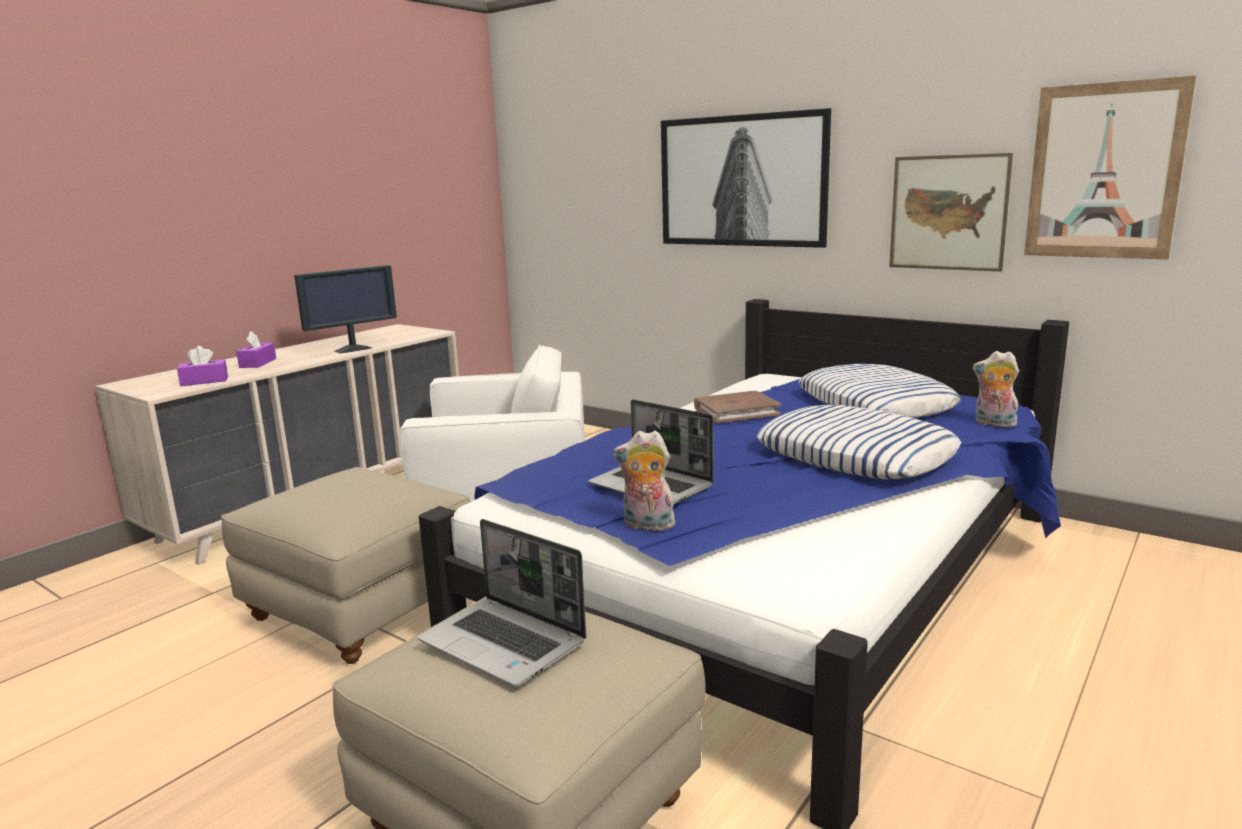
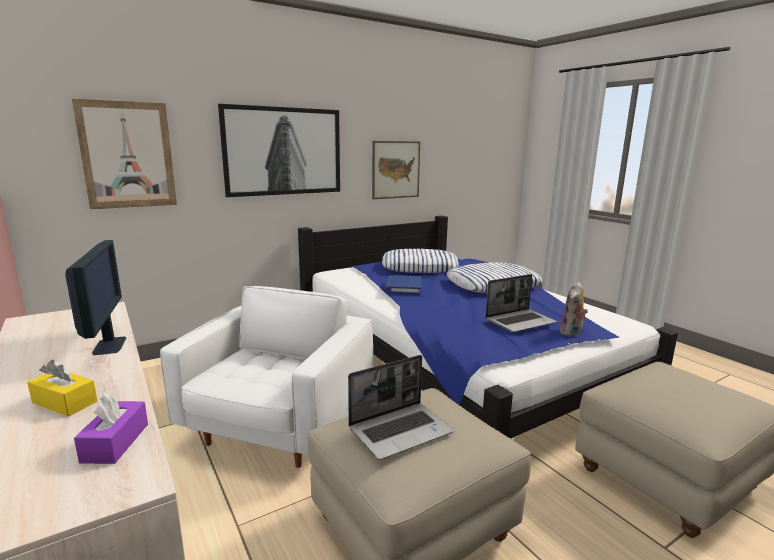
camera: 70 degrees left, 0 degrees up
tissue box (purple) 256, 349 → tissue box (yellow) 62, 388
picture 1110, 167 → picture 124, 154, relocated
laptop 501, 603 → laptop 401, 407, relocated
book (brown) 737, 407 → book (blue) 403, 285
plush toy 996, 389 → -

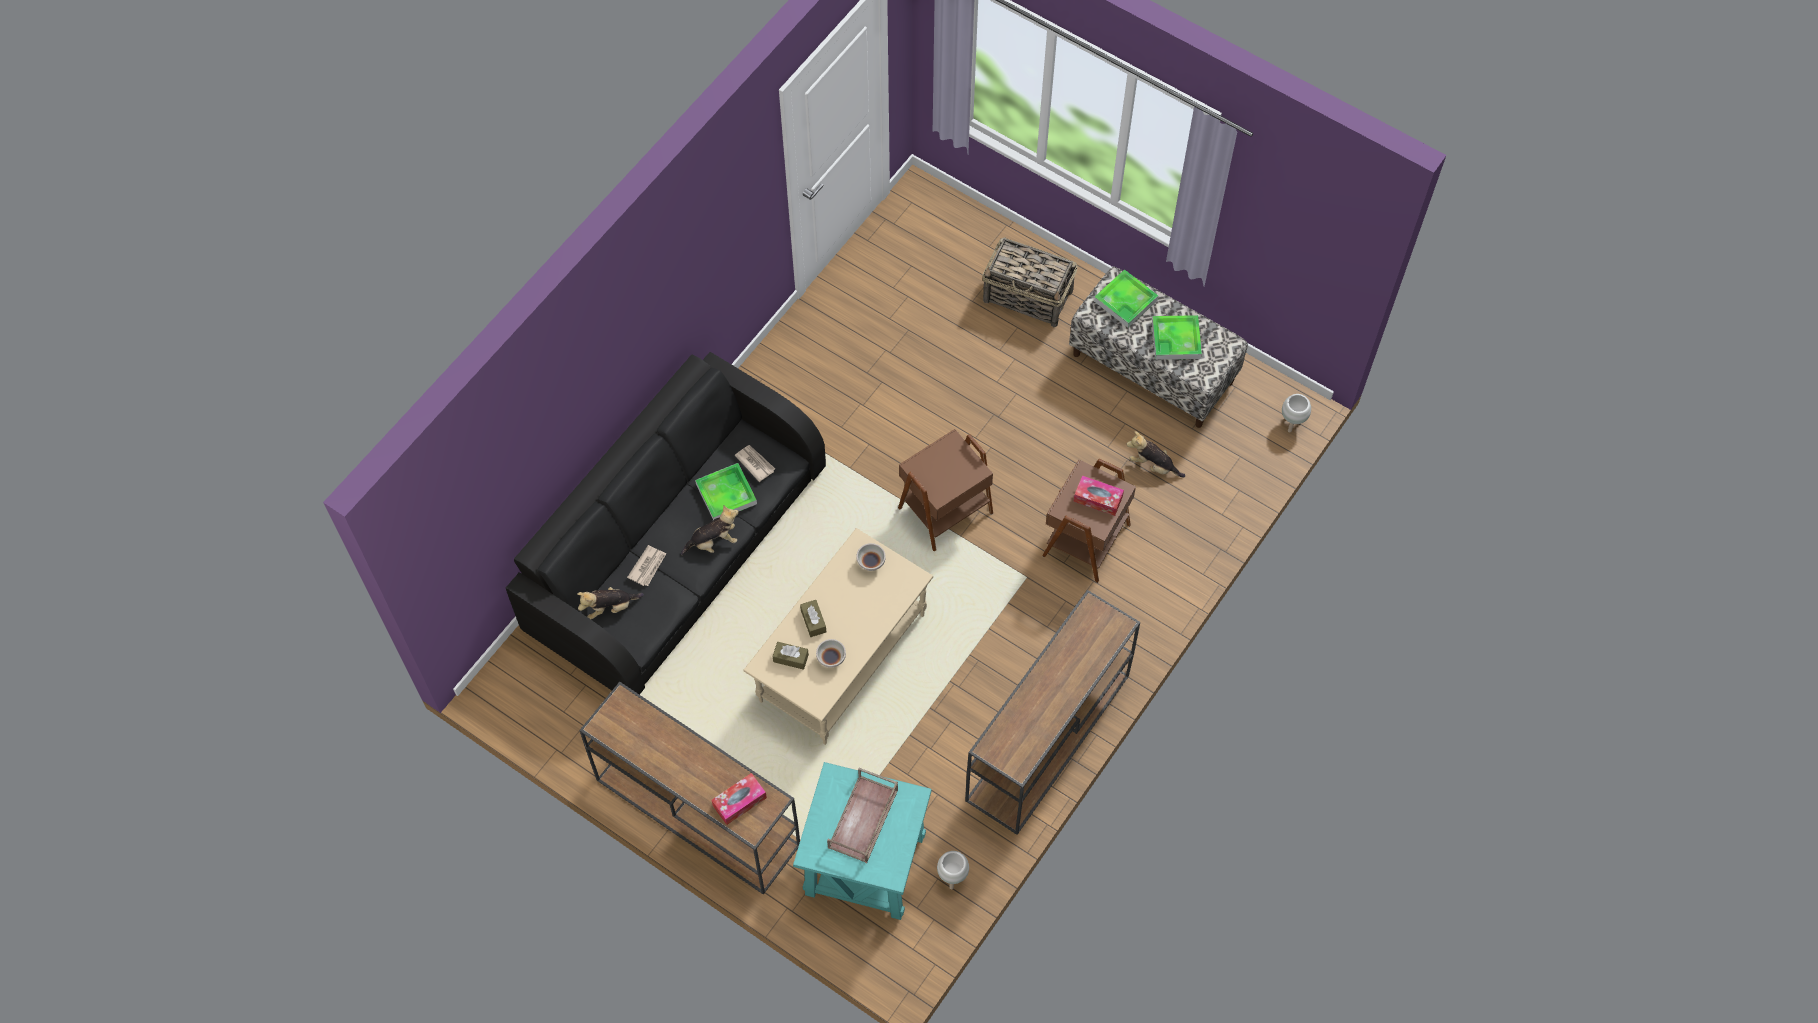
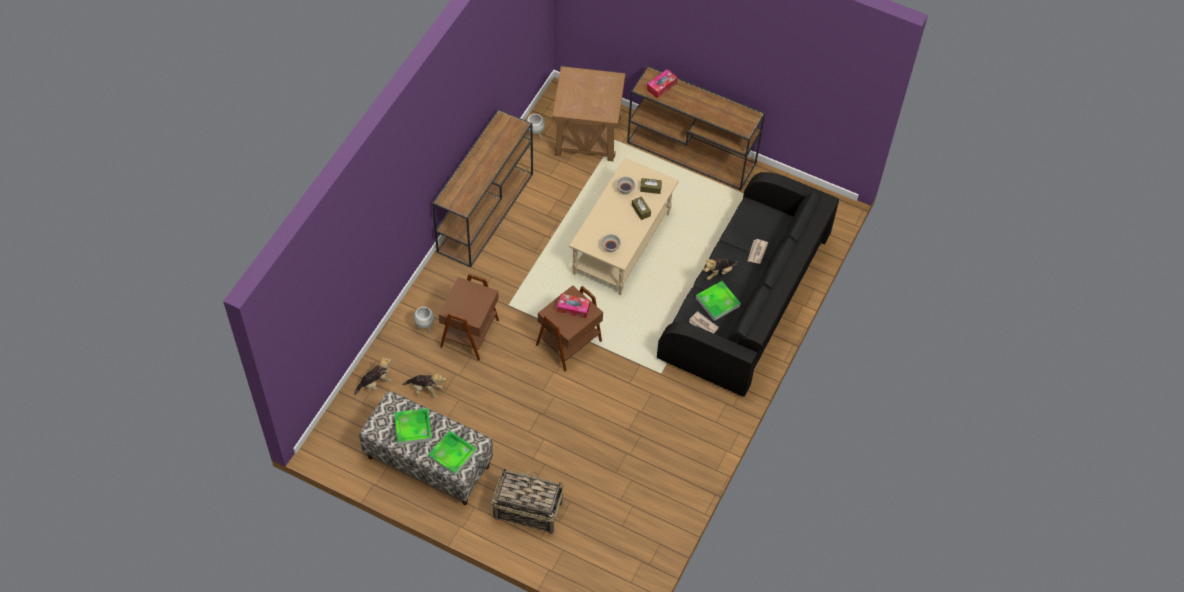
camera: 170 degrees right, 5 degrees down
plush toy 610, 603 → plush toy 373, 375, relocated
planter (white) 1296, 413 → planter (white) 424, 320, relocated
side table (turquoise) 862, 841 → side table (brown) 588, 113
tissue box 1098, 495 → tissue box 573, 306, relocated
tray (brown) 862, 815 → -

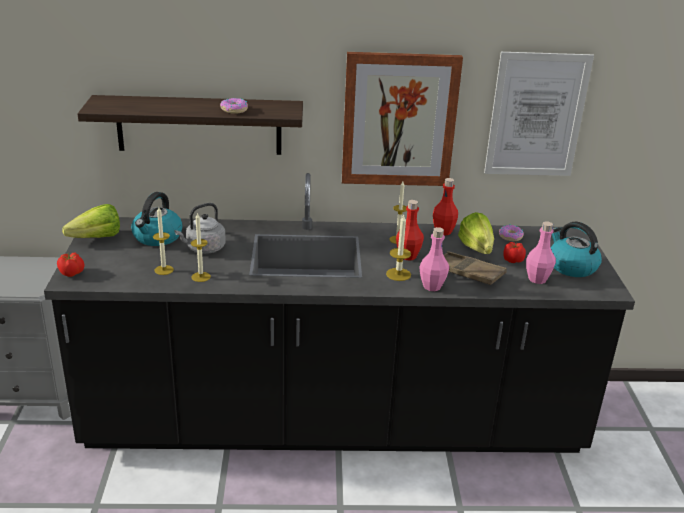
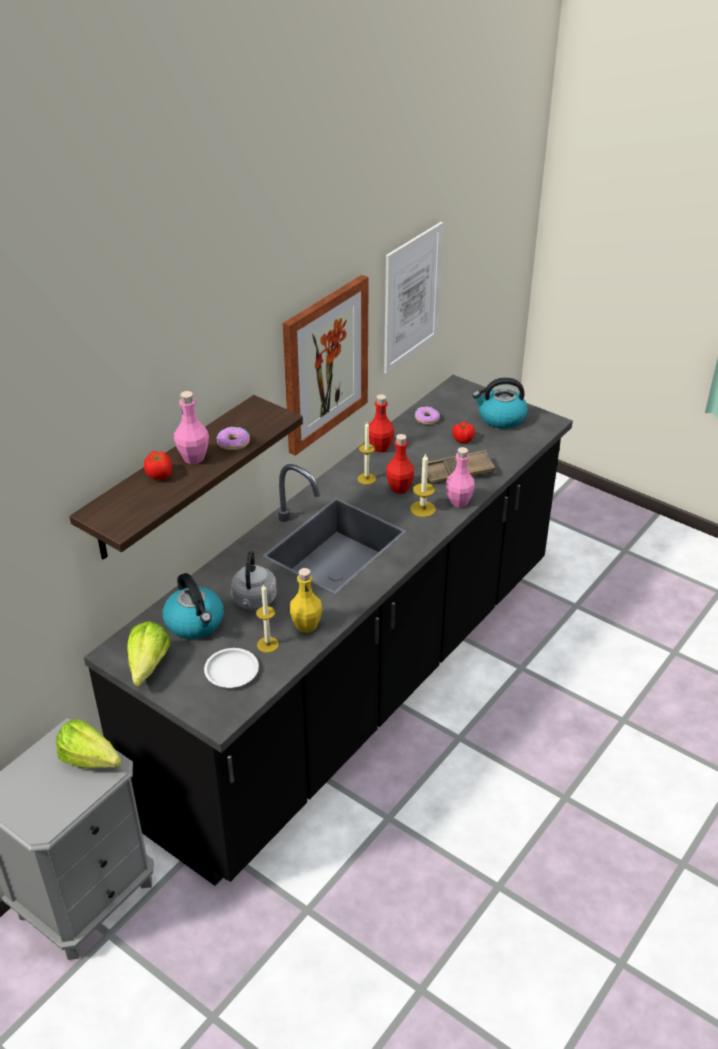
camera: 50 degrees left, 10 degrees up
lettuce 476, 233 → lettuce 88, 743, relocated
tomato 70, 264 → tomato 158, 465, relocated
bottle (pink) 541, 252 → bottle (pink) 191, 427, relocated
- → plate (white) 231, 668
candle 201, 247 → bottle (yellow) 306, 600

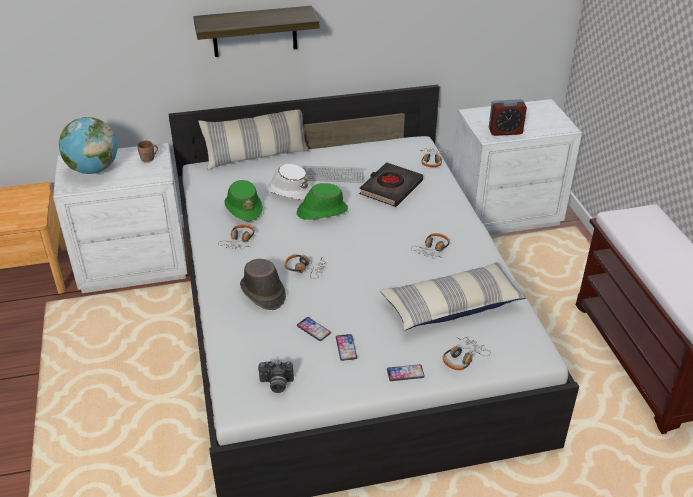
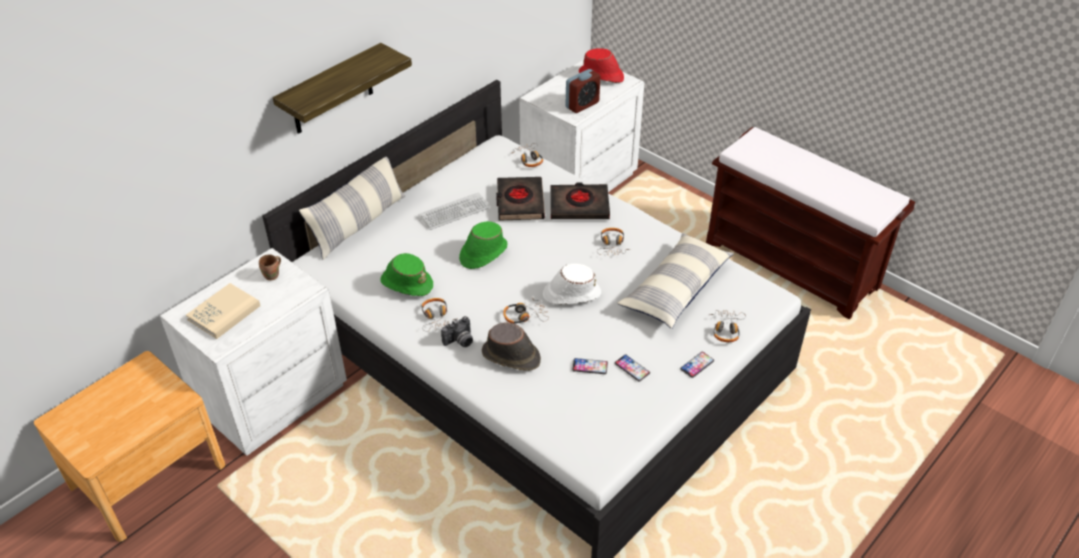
camera: 35 degrees left, 5 degrees up
globe 88, 145 → book (beige) 223, 311
photo camera 276, 376 → photo camera 457, 331, relocated
hat (white) 289, 182 → hat (white) 572, 284, relocated
- → book (black) 580, 200
- → hat (red) 601, 65

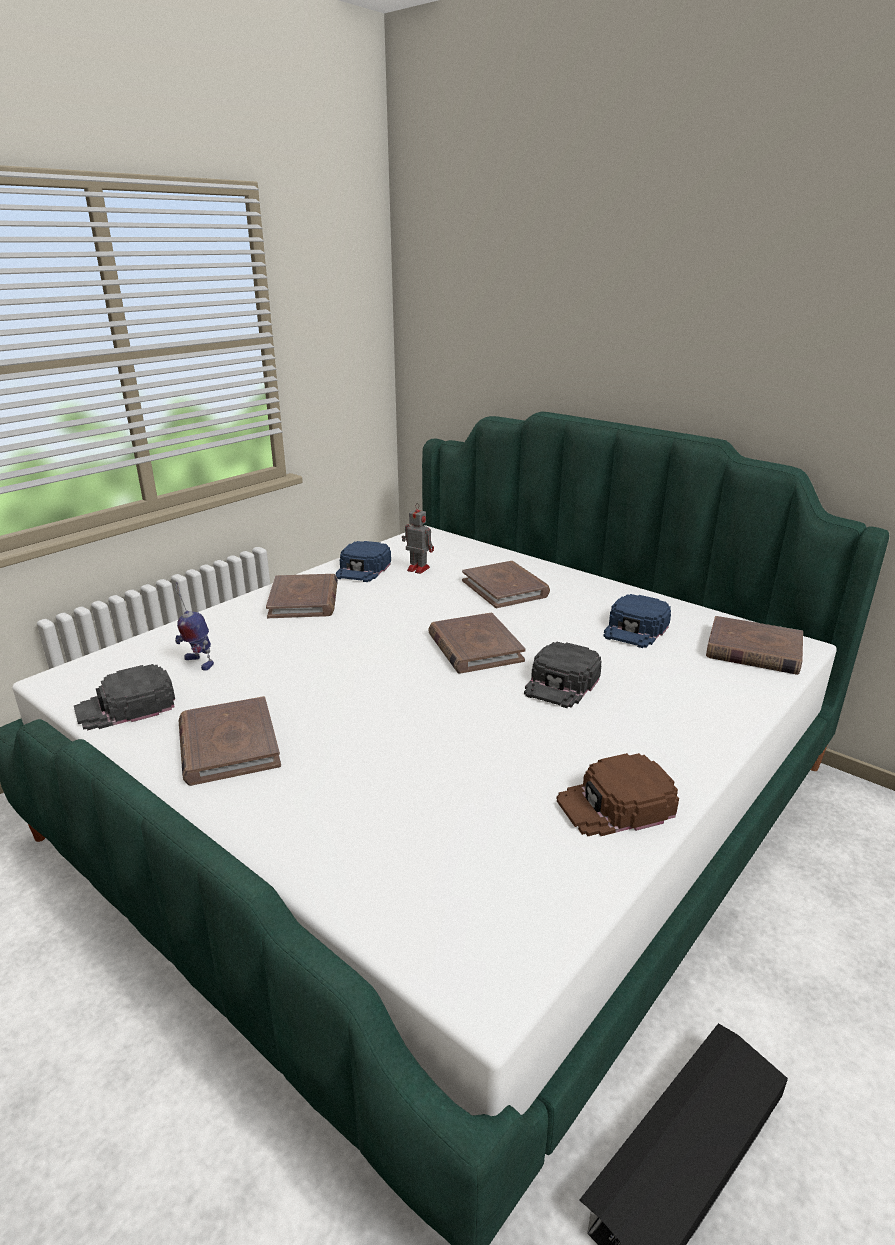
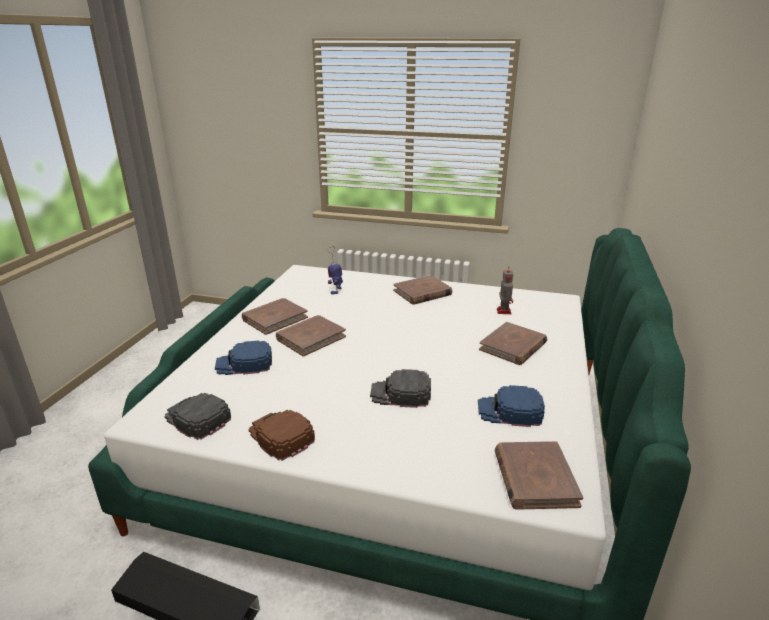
camera: 65 degrees right, 0 degrees up
cap (black) 124, 697 → cap (black) 197, 416, relocated
cap (blue) 363, 561 → cap (blue) 243, 357, relocated
book (brown) 477, 643 → book (brown) 311, 336, relocated

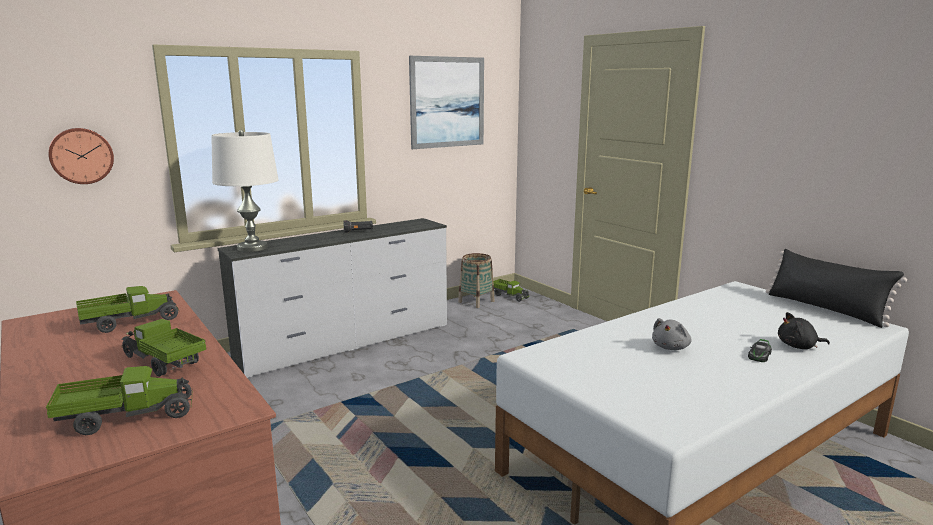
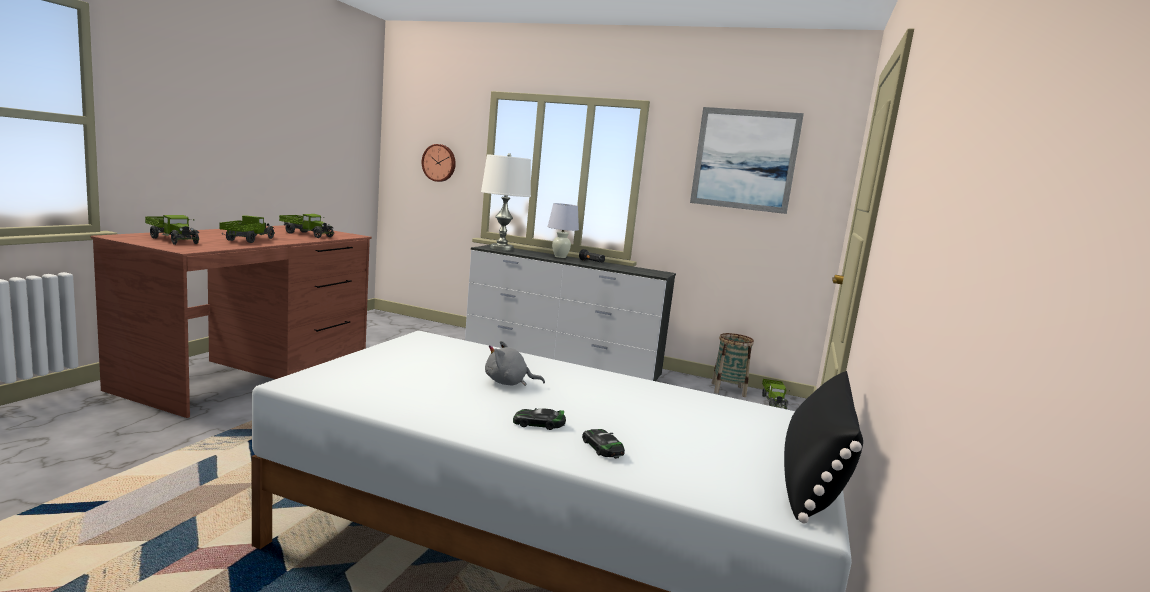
camera: 55 degrees right, 5 degrees down
- → table lamp (white) 563, 230
plush toy (black) 804, 330 → toy car 603, 444

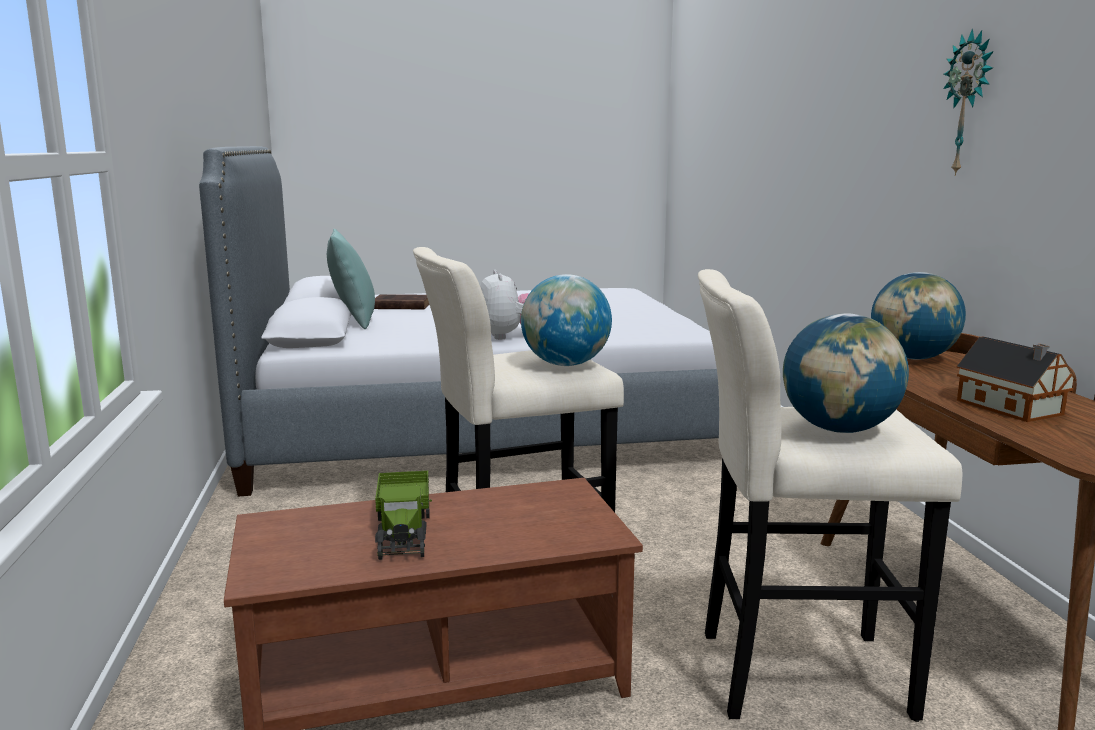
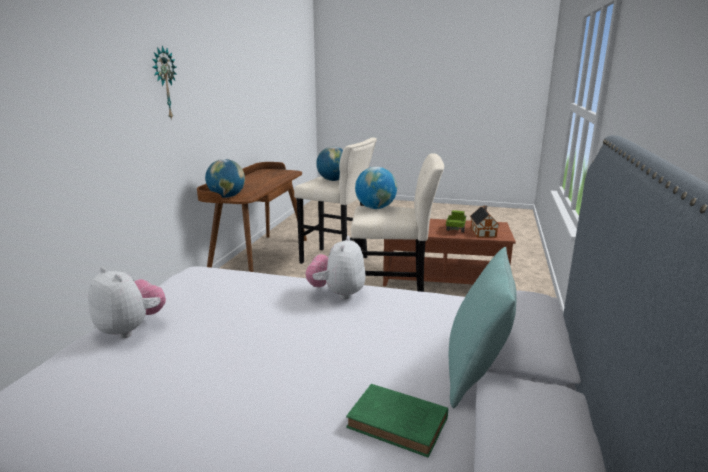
camera: 155 degrees left, 5 degrees up
- → plush toy 127, 302
book (brown) 401, 301 → book (green) 397, 420
toy house 1016, 379 → toy house 484, 221, relocated

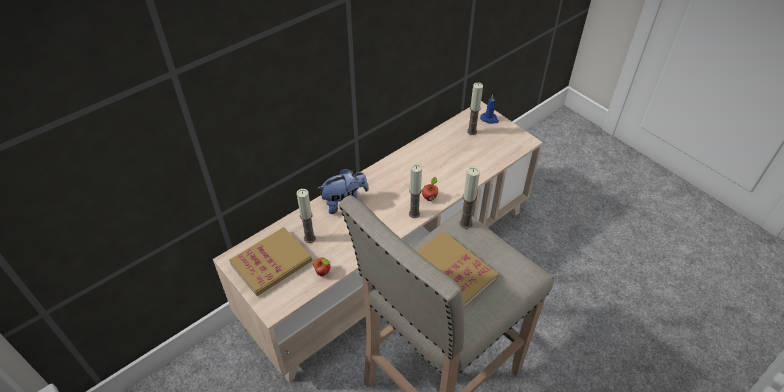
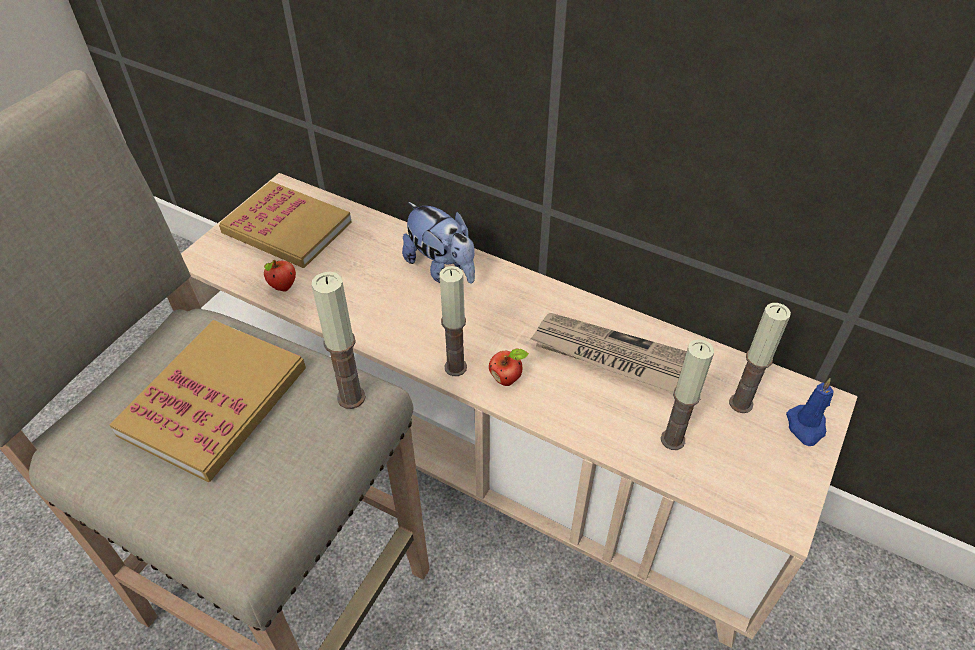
camera: 70 degrees right, 0 degrees up
- → newspaper 608, 353
candle 306, 216 → candle 687, 394, relocated

